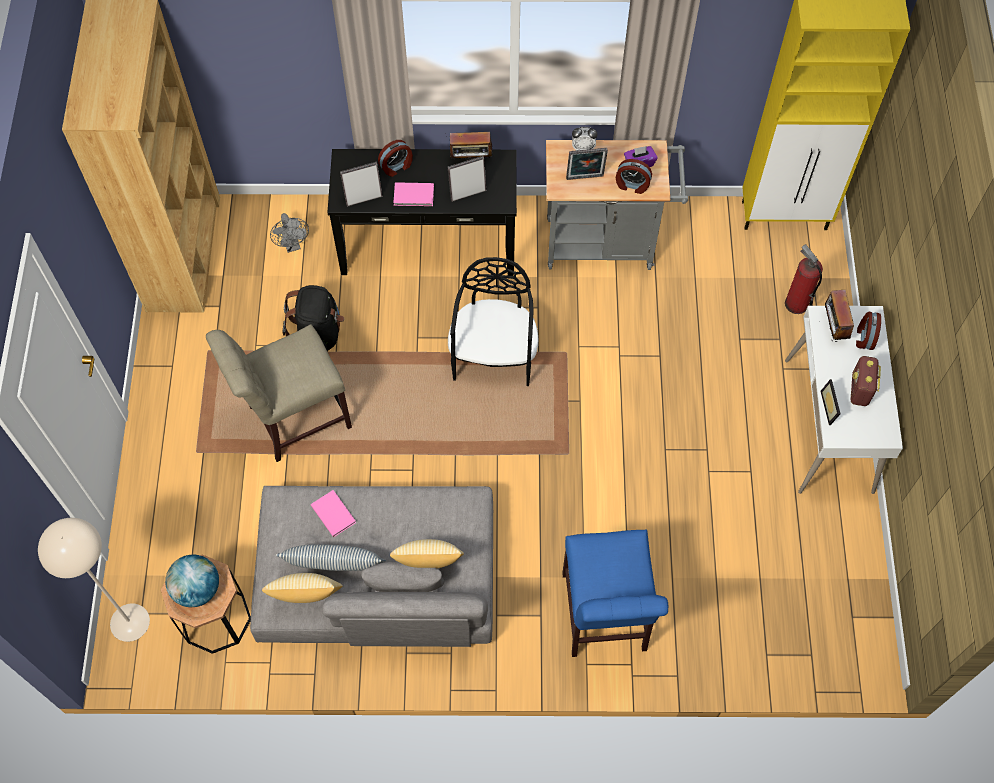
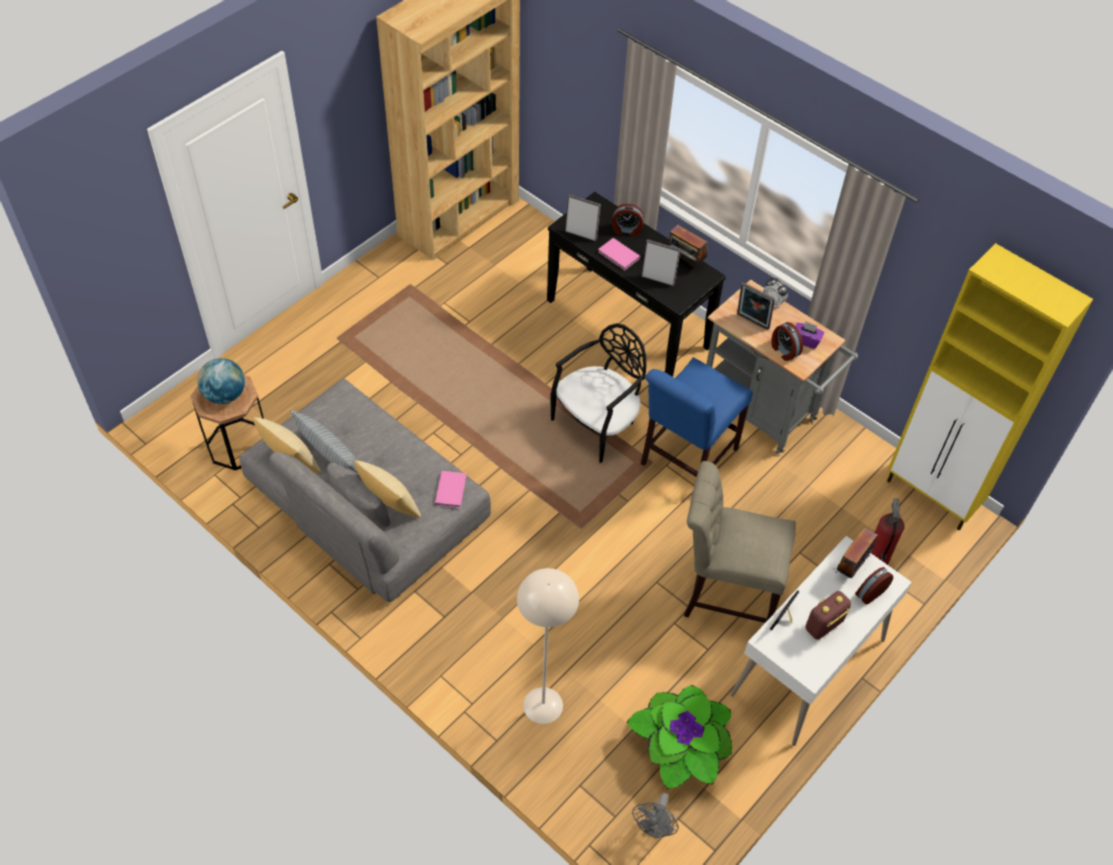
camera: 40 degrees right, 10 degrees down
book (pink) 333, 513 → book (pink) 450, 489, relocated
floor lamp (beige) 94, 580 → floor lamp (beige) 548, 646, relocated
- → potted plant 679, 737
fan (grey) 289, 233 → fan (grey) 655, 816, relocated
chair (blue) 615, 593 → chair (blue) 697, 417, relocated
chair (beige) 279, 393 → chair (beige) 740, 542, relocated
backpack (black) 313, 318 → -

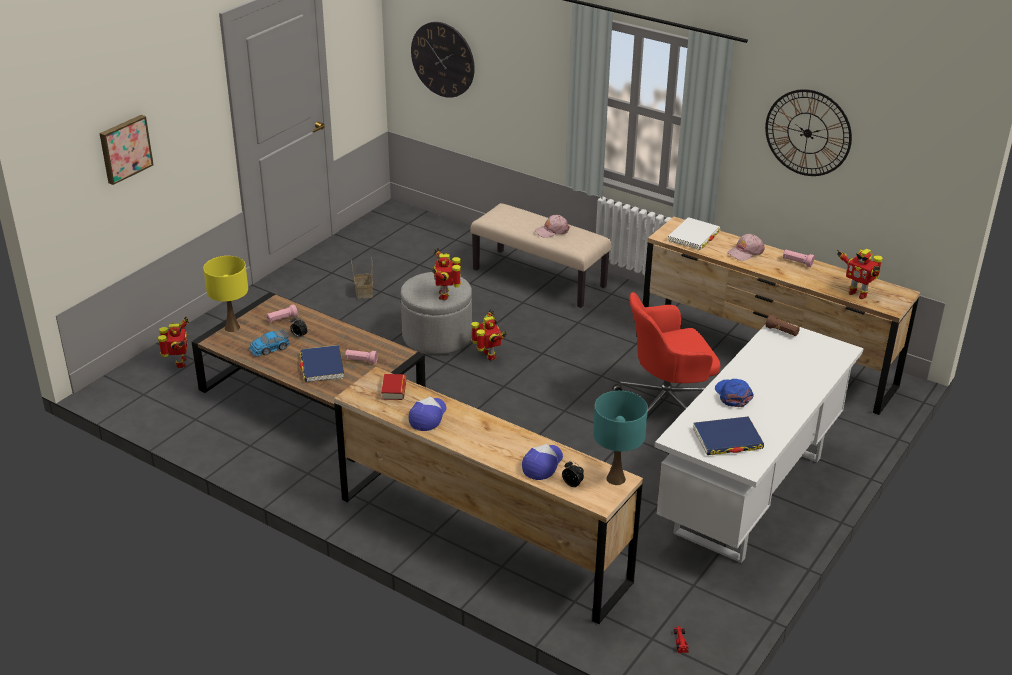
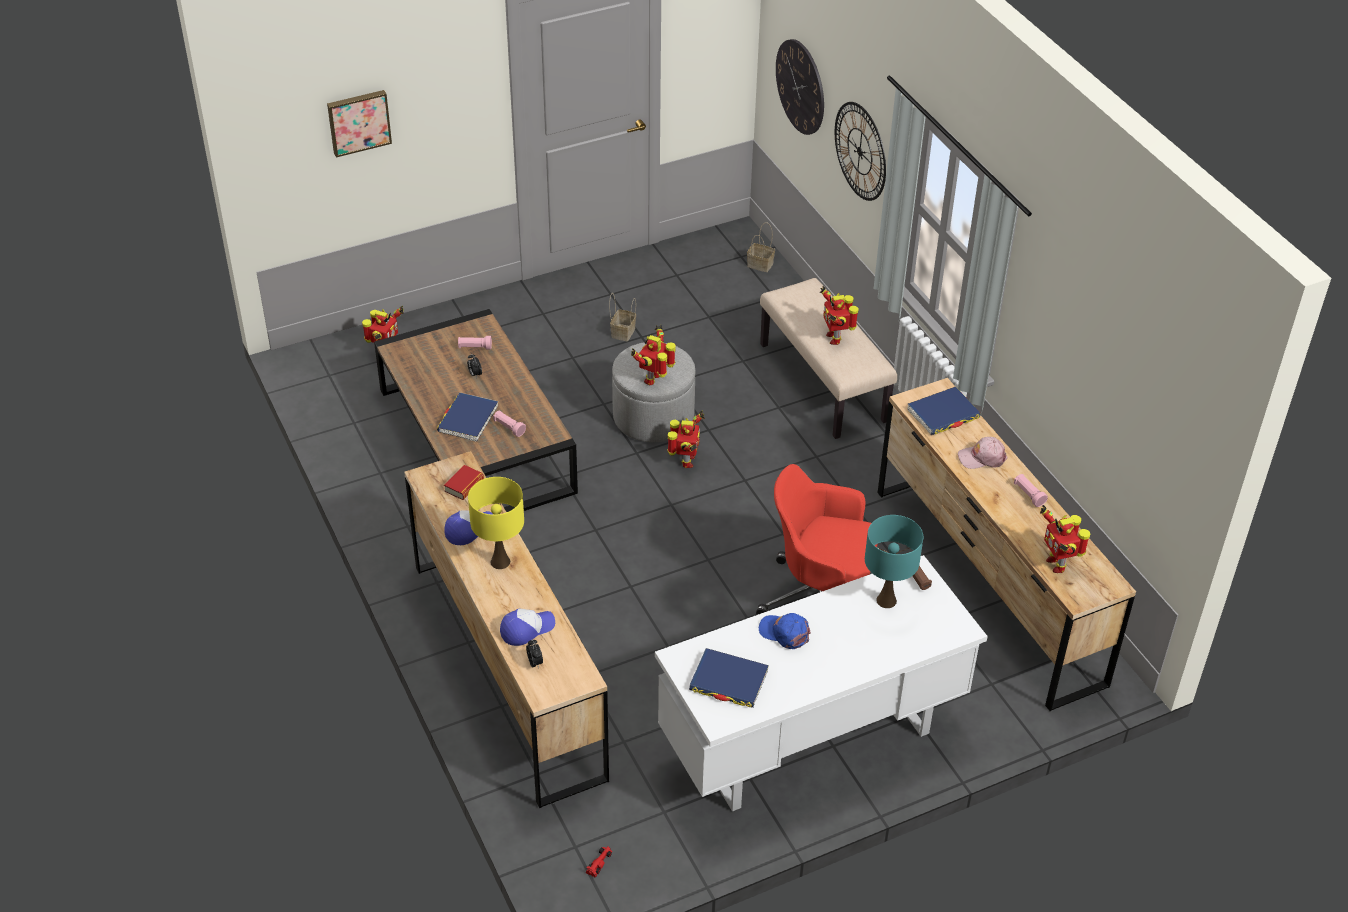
camera: 30 degrees right, 10 degrees up
table lamp (yellow) 225, 294 → table lamp (yellow) 496, 523, relocated
- → basket 761, 247
cap (blue) 734, 393 → cap (blue) 785, 631, 75 degrees counterclockwise
cap (pink) 552, 226 → toy robot 839, 315
wall clock 808, 132 → wall clock 860, 151, relocated
table lamp (turquoise) 620, 438 → table lamp (turquoise) 894, 561, relocated
book (white) 694, 233 → book (blue) 944, 411
toy car 269, 342 → -

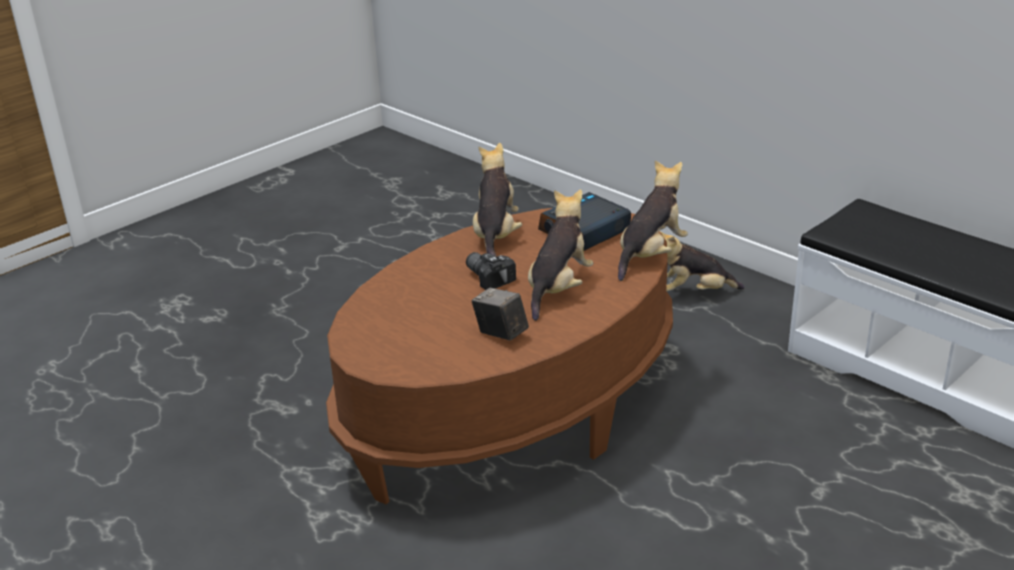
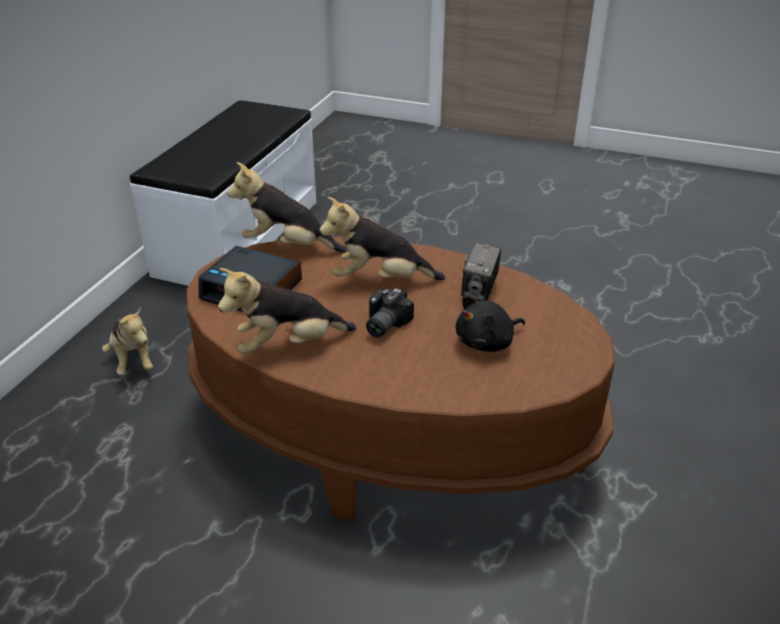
camera: 115 degrees left, 5 degrees up
- → plush toy (black) 490, 324

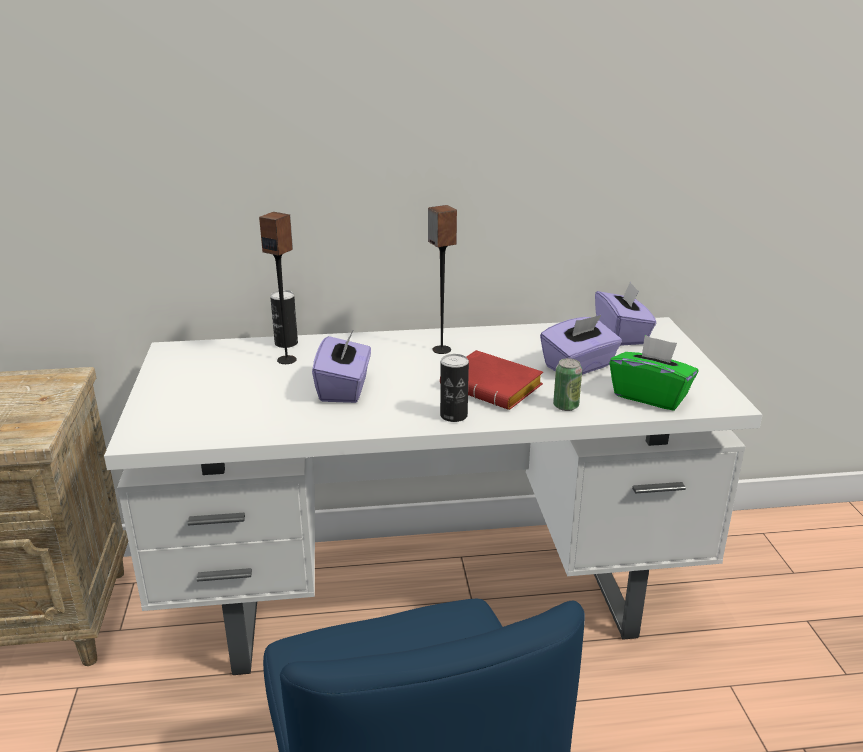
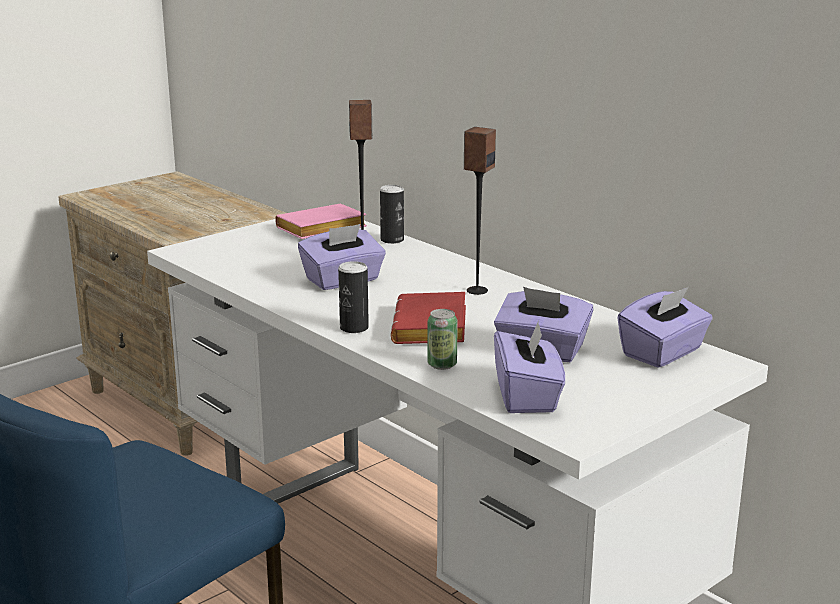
camera: 55 degrees right, 5 degrees down
- → book (pink) 321, 221
tissue box (green) 653, 373 → tissue box (purple) 529, 366

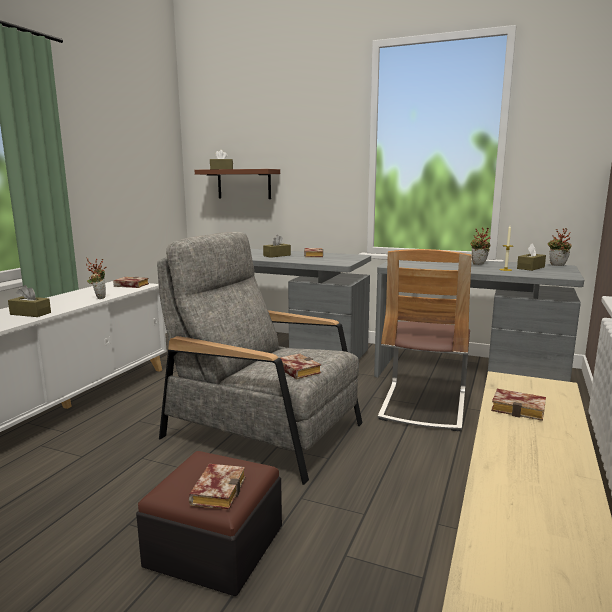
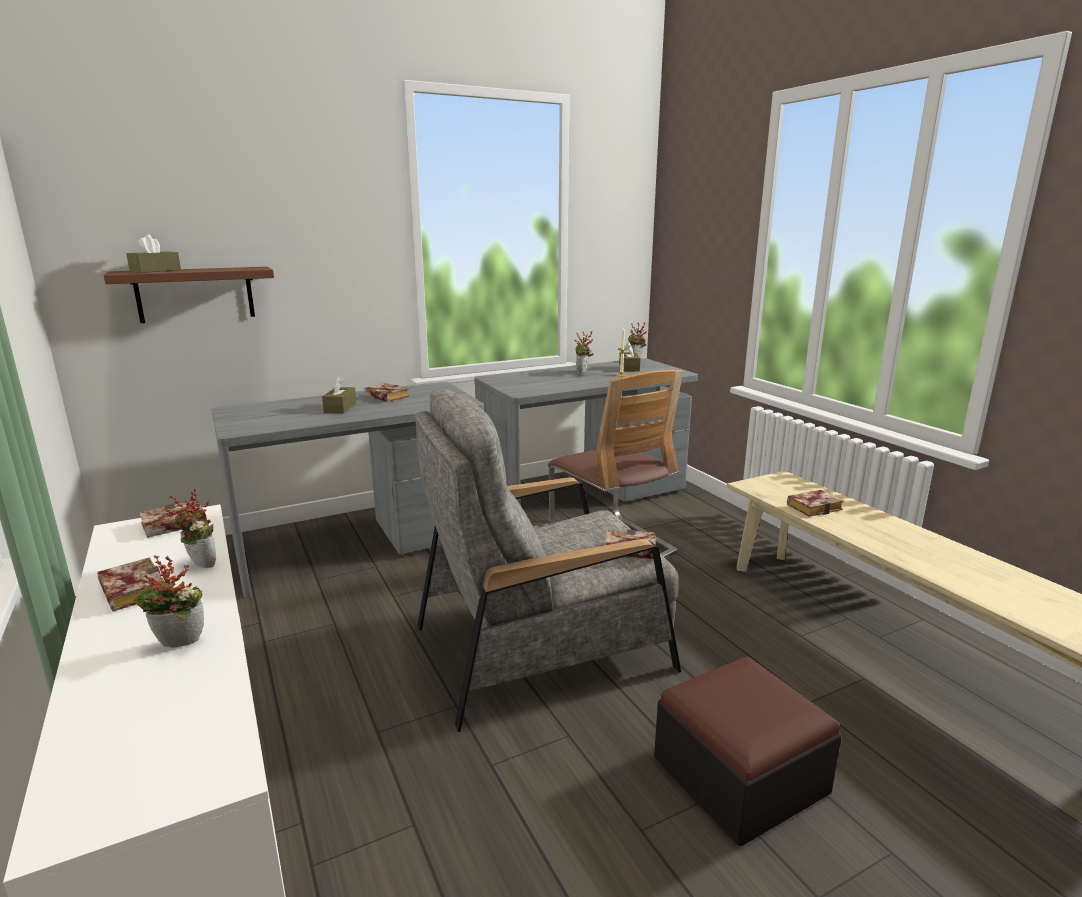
camera: 50 degrees left, 5 degrees up
book 217, 487 → book 131, 585, relocated
tissue box (brown) 29, 301 → potted plant 168, 602

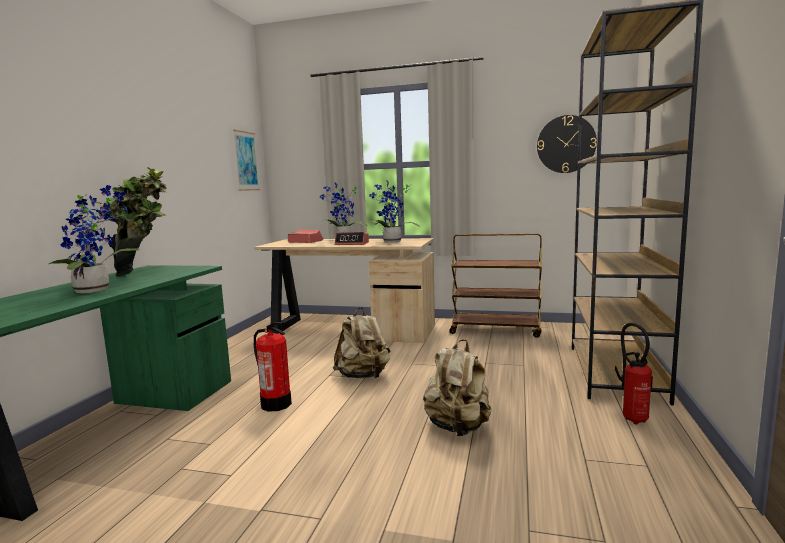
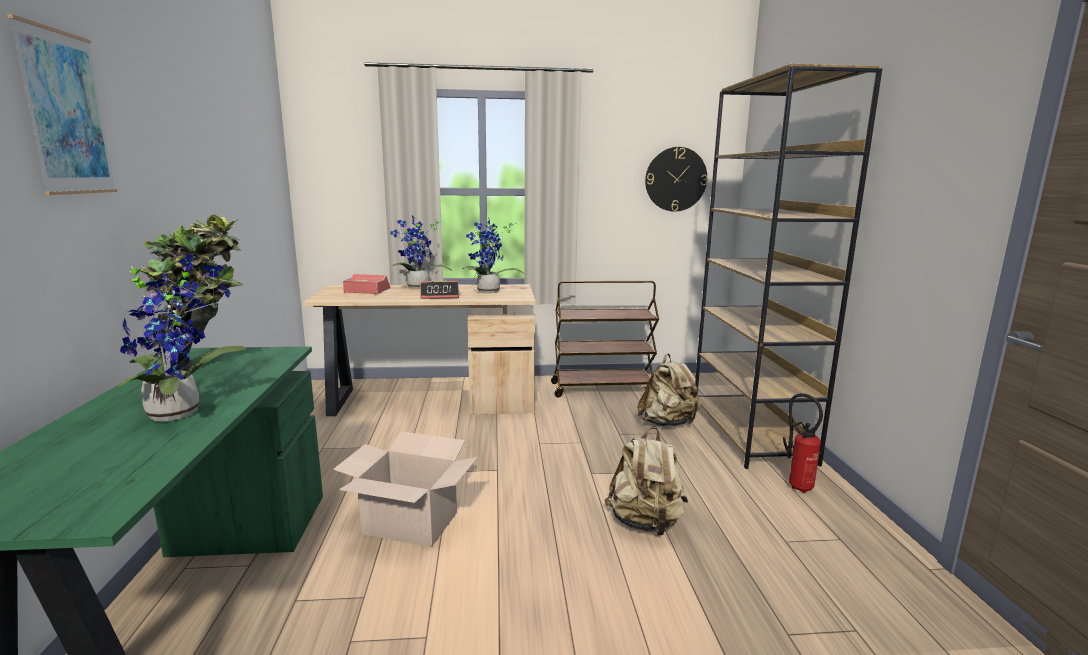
camera: 20 degrees left, 5 degrees up
picture 246, 160 → picture 62, 104, relocated
fire extinguisher 273, 367 → cardboard box 405, 489
backpack (beige) 362, 342 → backpack (beige) 669, 390, relocated

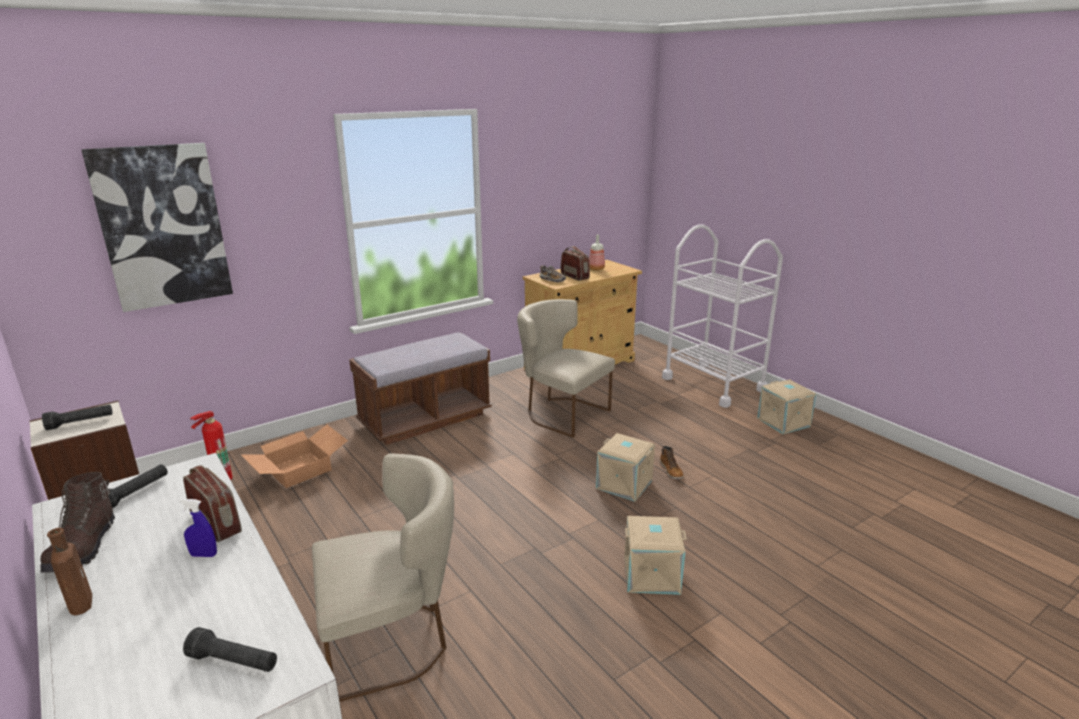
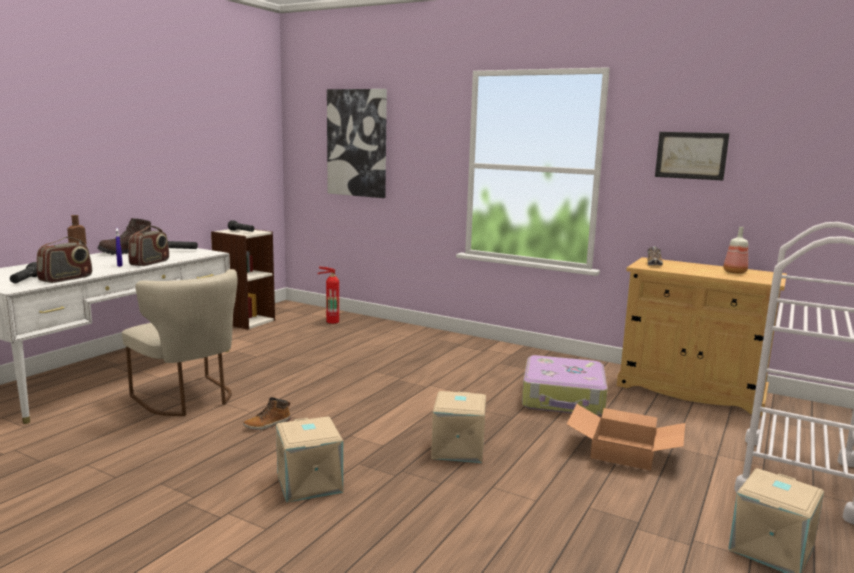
camera: 65 degrees right, 10 degrees down
radio 575, 263 → radio 64, 260, relocated
boot 672, 462 → boot 267, 413, relocated
chair (beige) 566, 368 → suitcase 565, 385
cardboard box 294, 456 → cardboard box 626, 437, relocated
- → picture 692, 156
bench (brown) 420, 388 → -

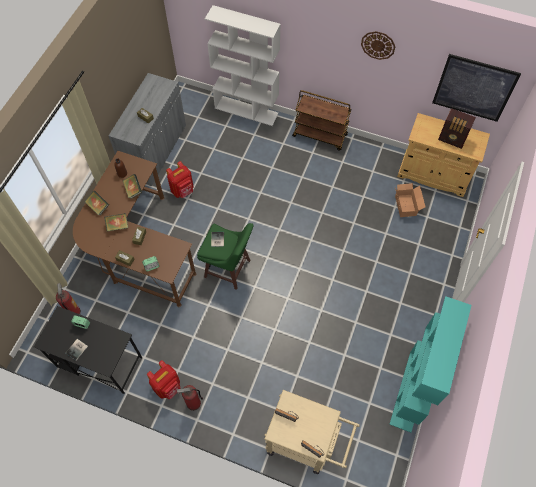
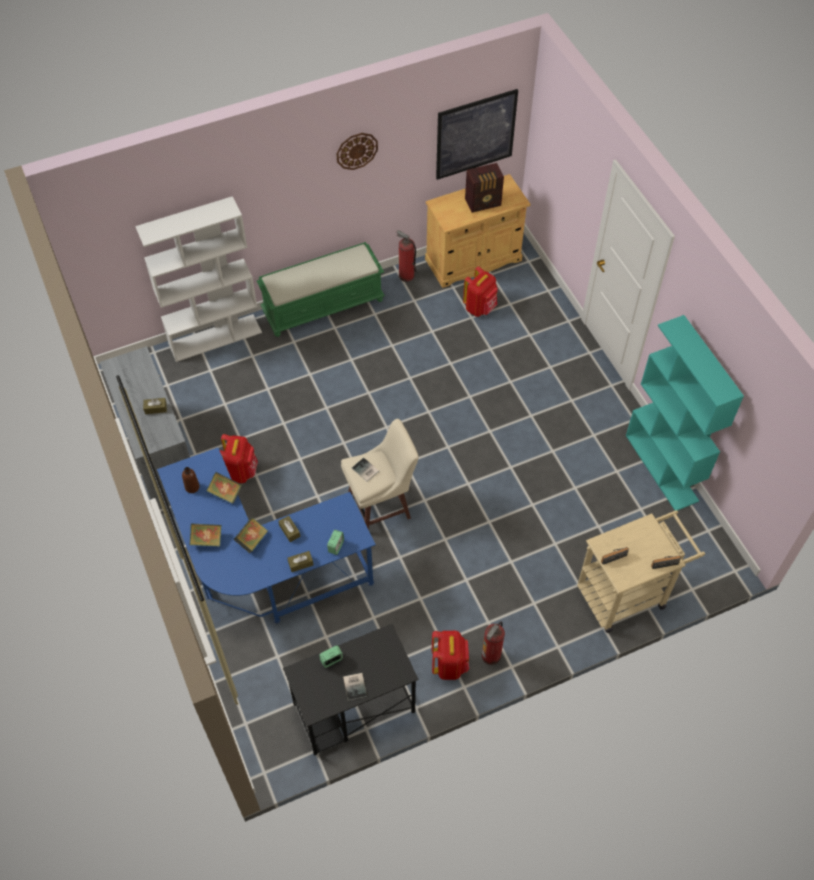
camera: 45 degrees left, 5 degrees down
desk (brown) 135, 229 → desk (blue) 266, 535
cart (brown) 321, 120 → bench (green) 321, 289
stool (green) 225, 256 → stool (beige) 380, 474
fire extinguisher 68, 298 → fire extinguisher 407, 256, relocated
cardboard box 410, 200 → backpack (red) 480, 292

